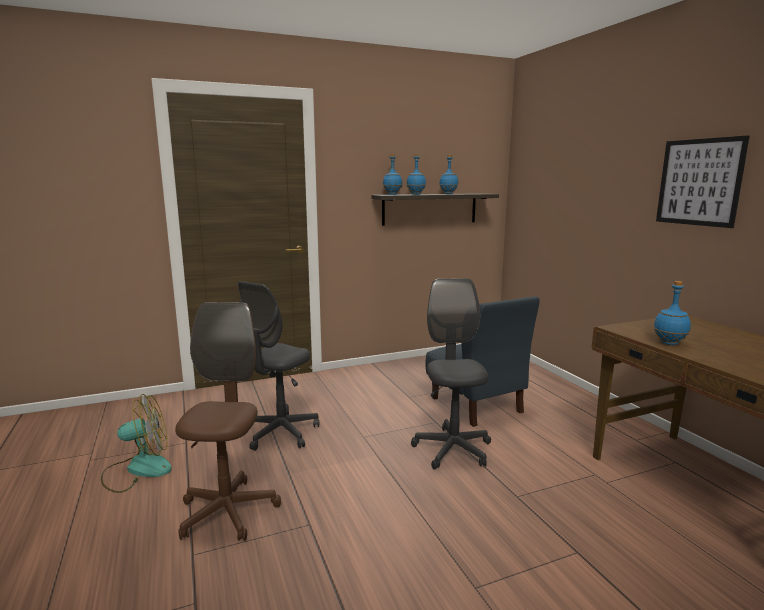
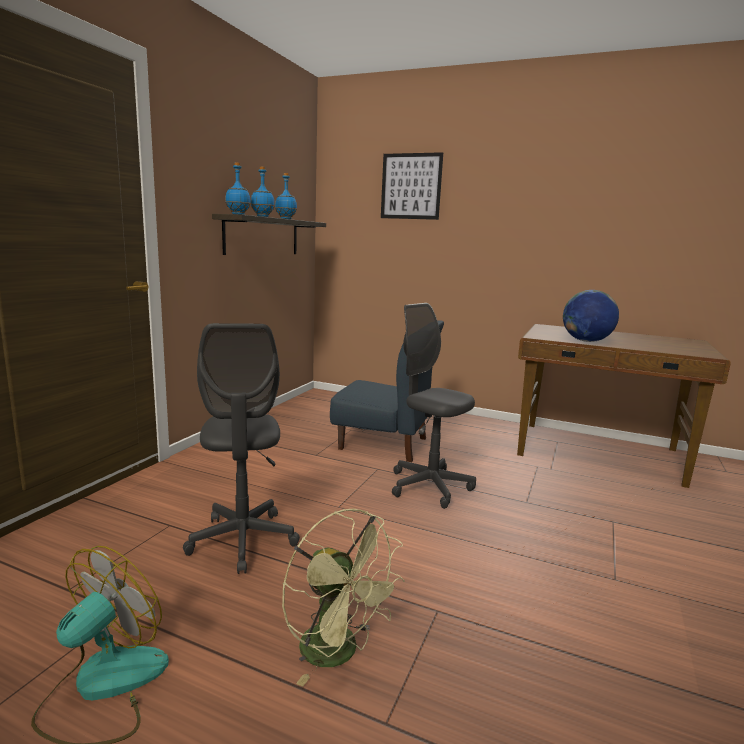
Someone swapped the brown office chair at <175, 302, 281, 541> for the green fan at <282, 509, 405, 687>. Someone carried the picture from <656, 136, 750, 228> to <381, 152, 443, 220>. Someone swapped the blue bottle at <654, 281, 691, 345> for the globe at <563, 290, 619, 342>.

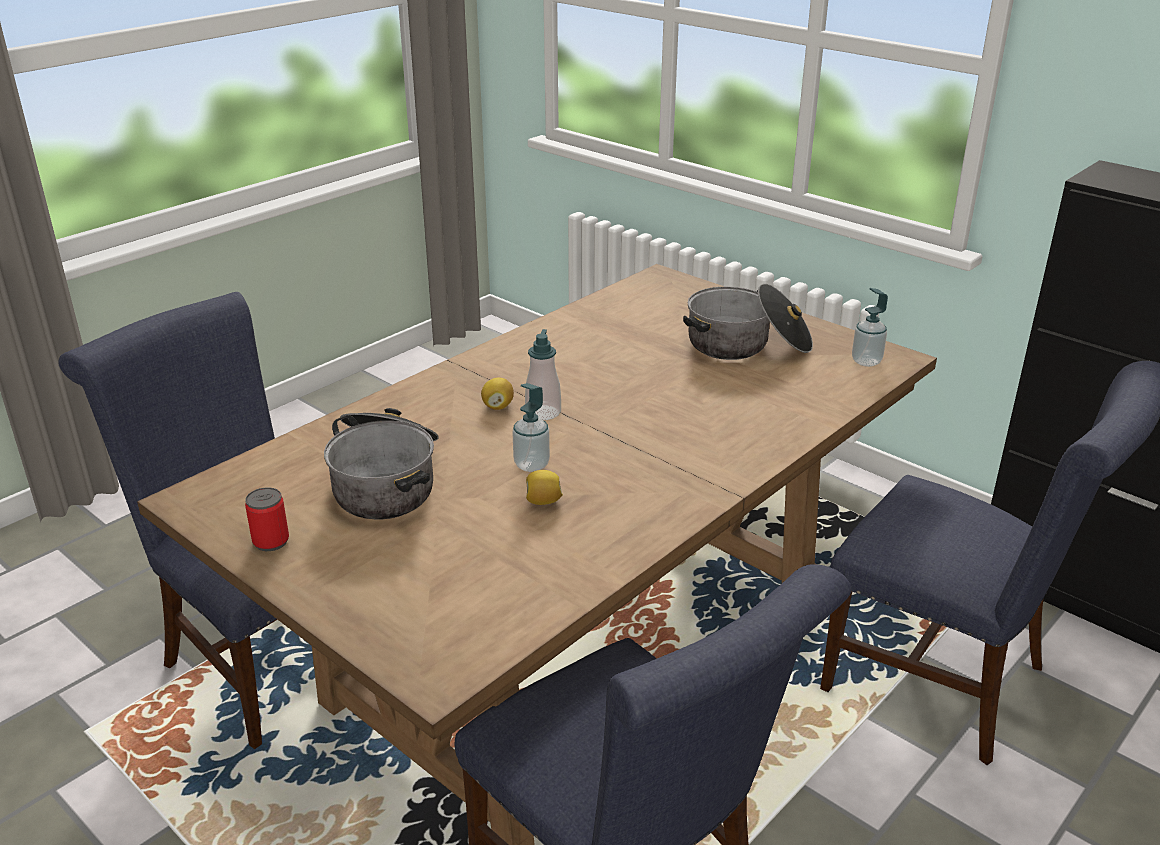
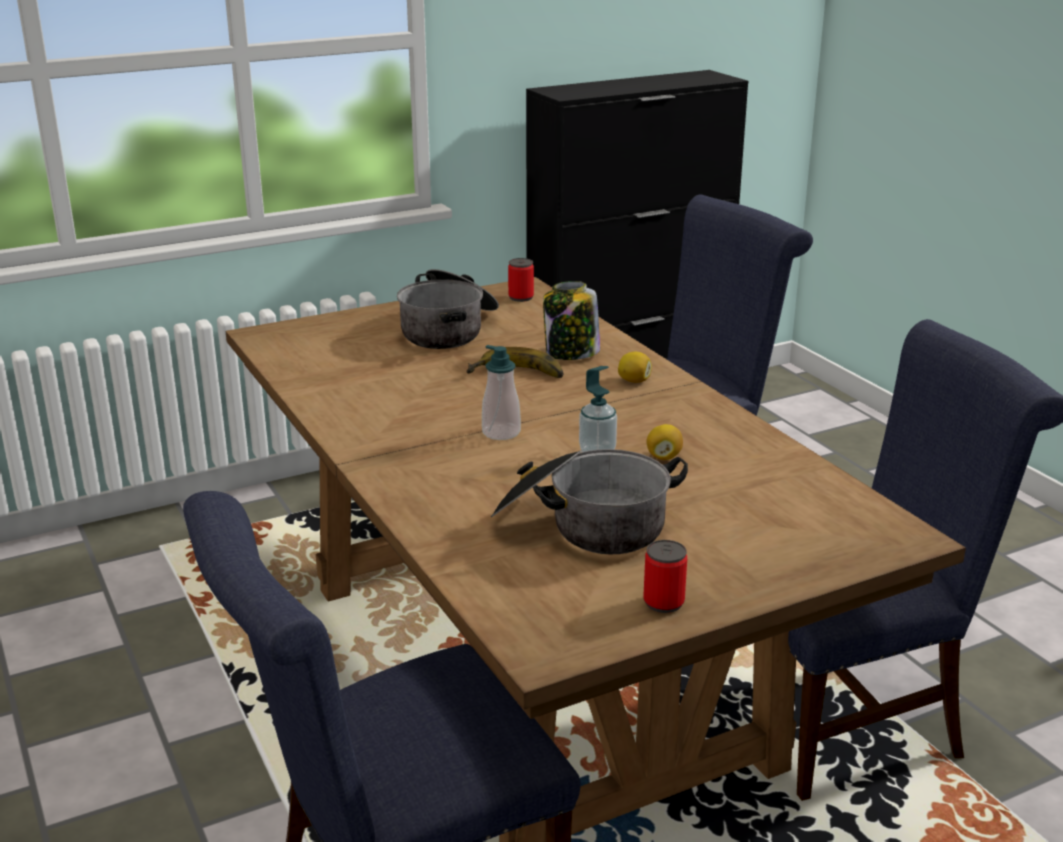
Someone put down the banana at <467, 347, 564, 378>. Someone swapped the soap dispenser at <852, 288, 888, 367> for the can at <508, 258, 534, 302>. Someone put down the jar at <543, 281, 600, 360>. Someone carried the lemon from <481, 377, 514, 410> to <618, 352, 652, 383>.

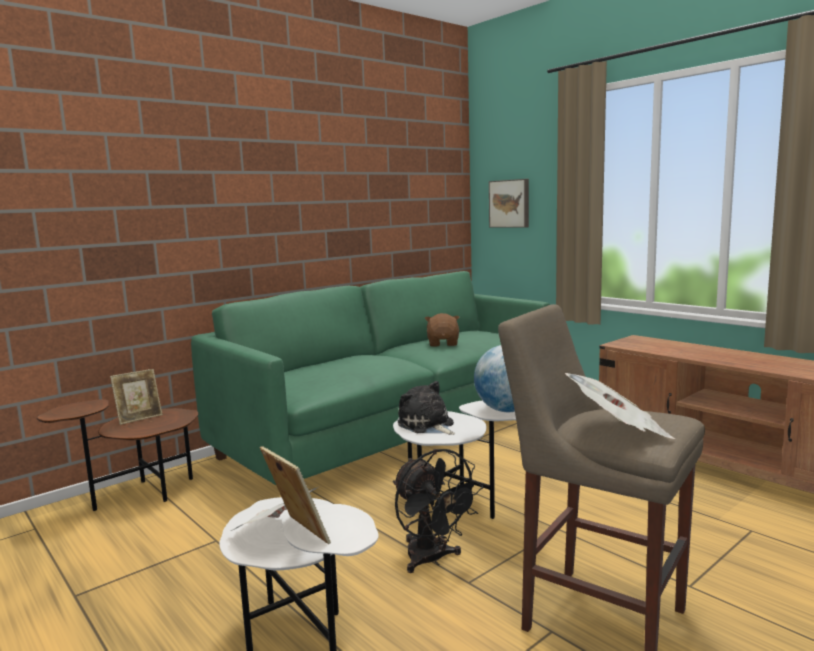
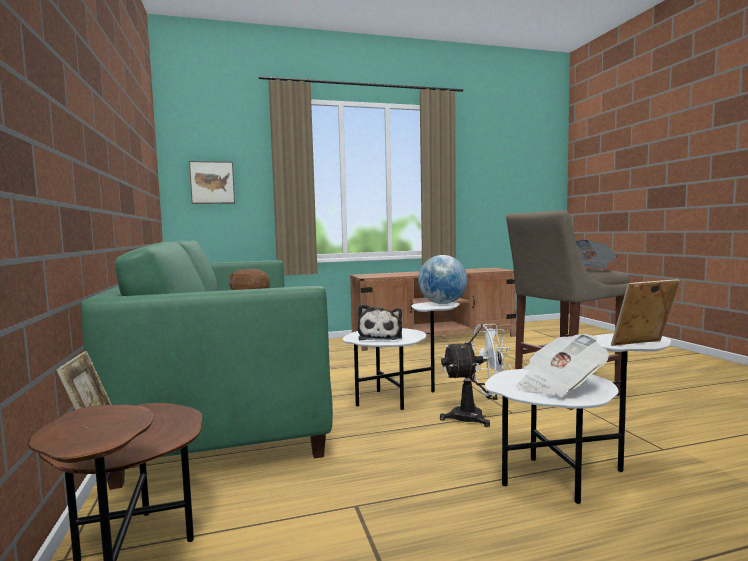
Someone rotated the plush toy at <398, 381, 455, 435> by 75 degrees counterclockwise. Someone repainted the black fan at <393, 449, 483, 573>, which became the white fan at <440, 324, 512, 427>.

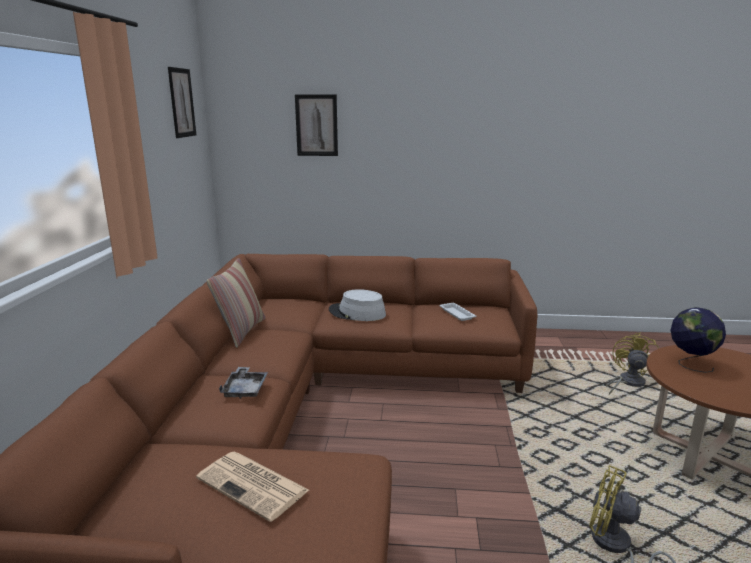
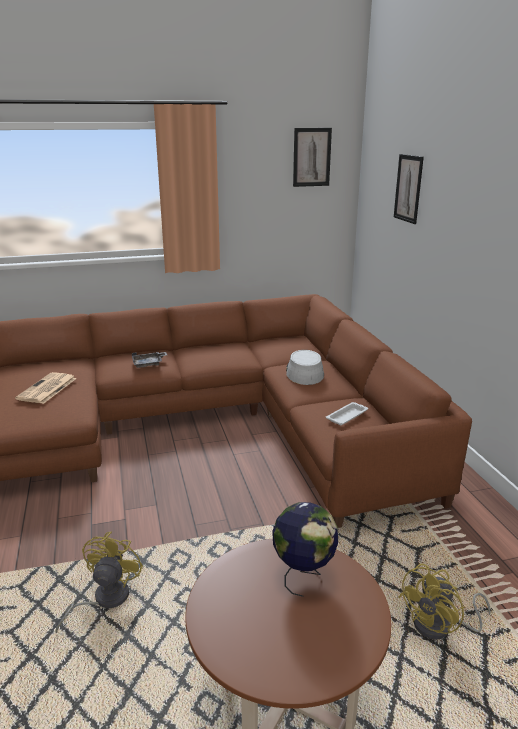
Someone rotated the yellow fan at <606, 332, 659, 395> by 135 degrees clockwise. Someone took away the pillow at <206, 258, 265, 348>.

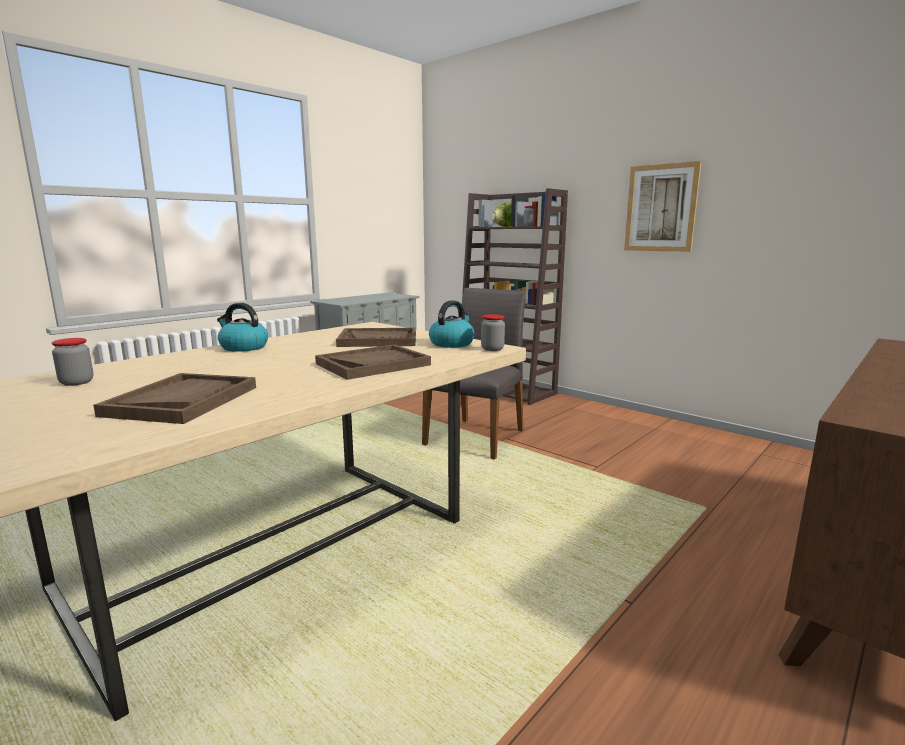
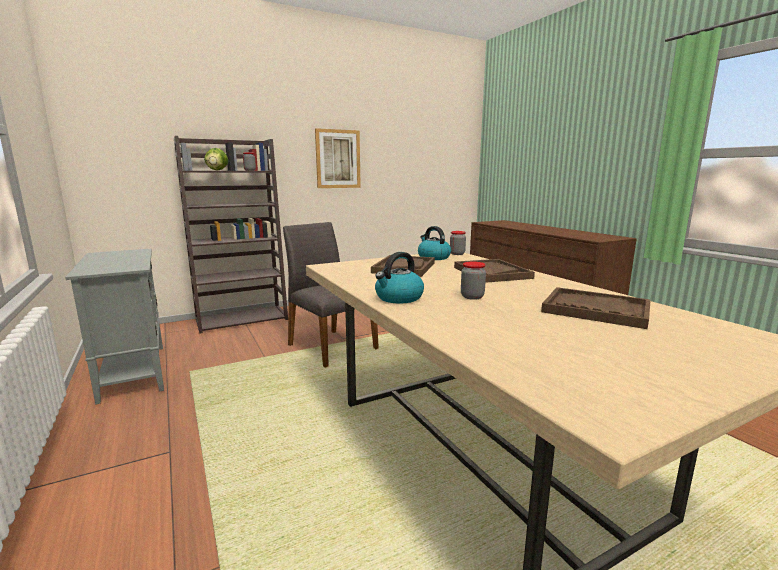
Someone carried the jar from <52, 338, 93, 386> to <461, 262, 486, 300>.

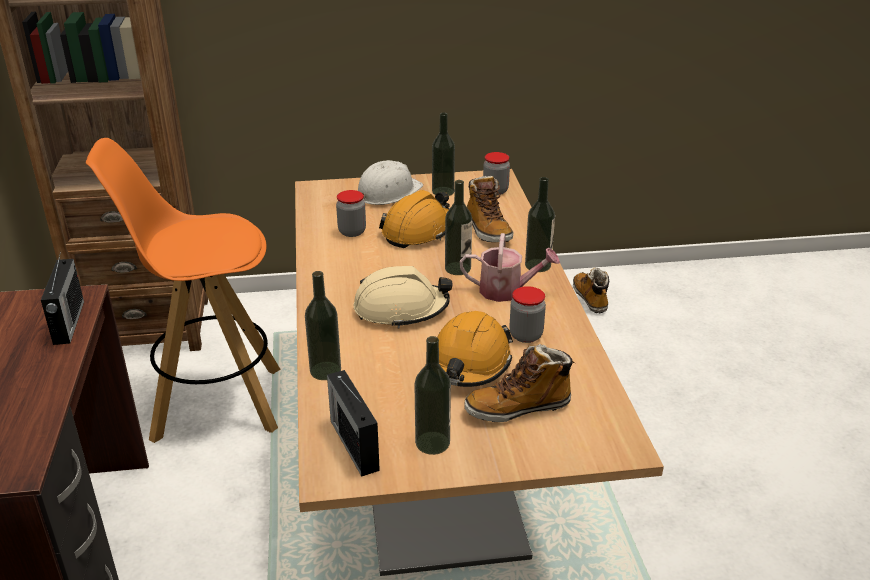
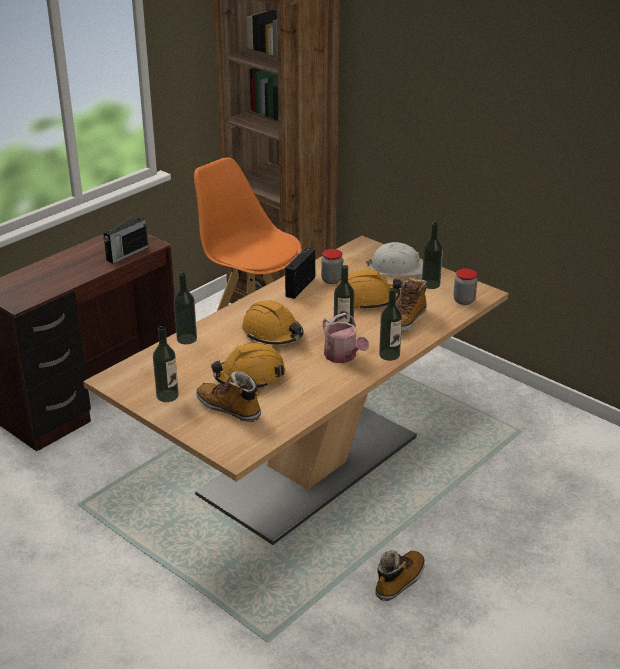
Someone repainted the beige hard hat at <354, 266, 452, 328>, which became the orange hard hat at <242, 301, 304, 345>. Someone carried the radio from <327, 370, 380, 477> to <285, 247, 315, 299>. Someone carried the boot from <573, 268, 609, 313> to <375, 550, 425, 601>. Someone took away the jar at <510, 286, 546, 343>.

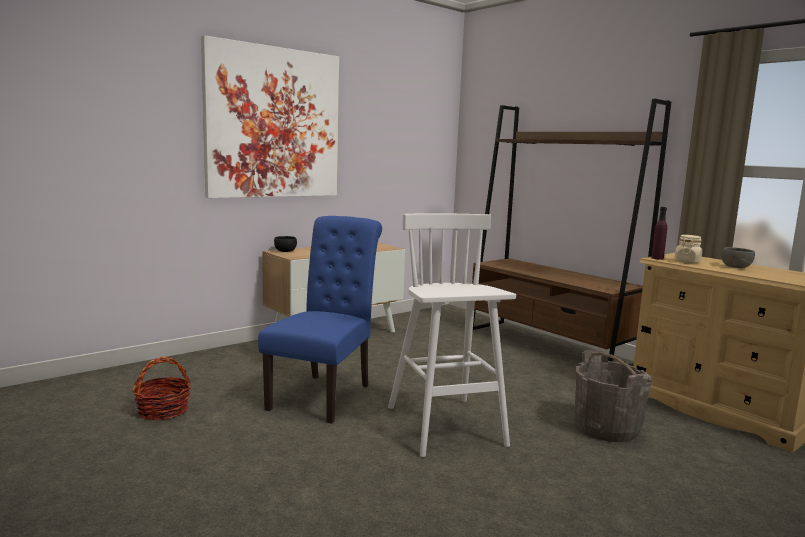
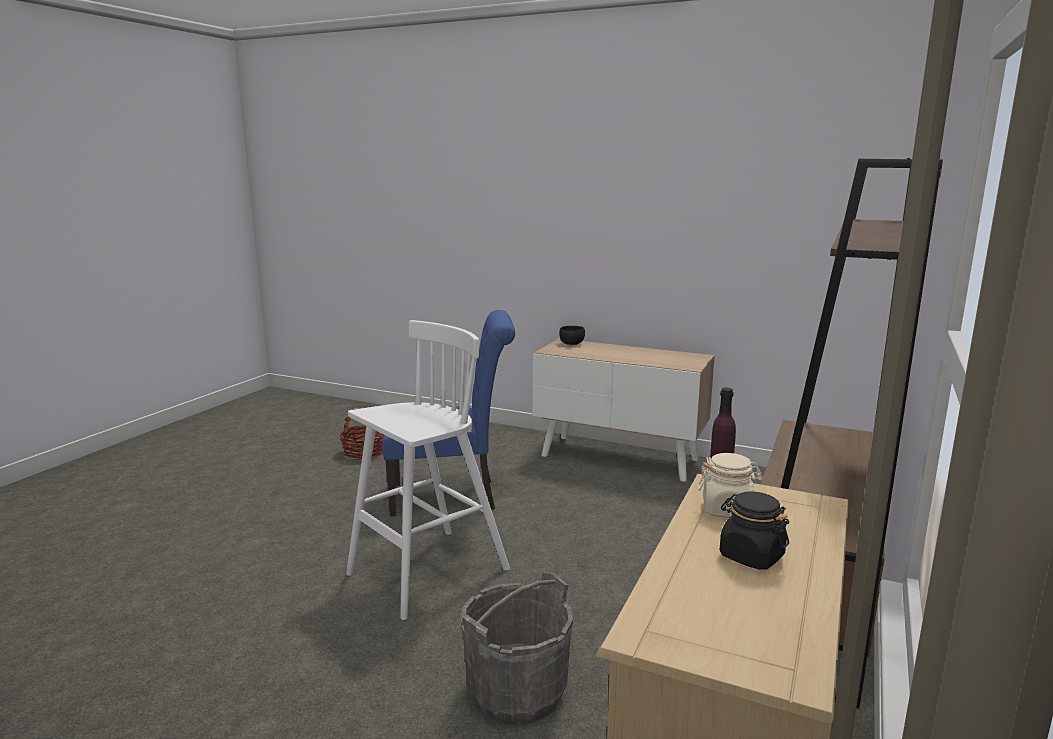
Someone swapped the grey bowl at <721, 247, 755, 268> for the black jar at <720, 492, 789, 570>. Someone took away the picture at <201, 35, 339, 198>.

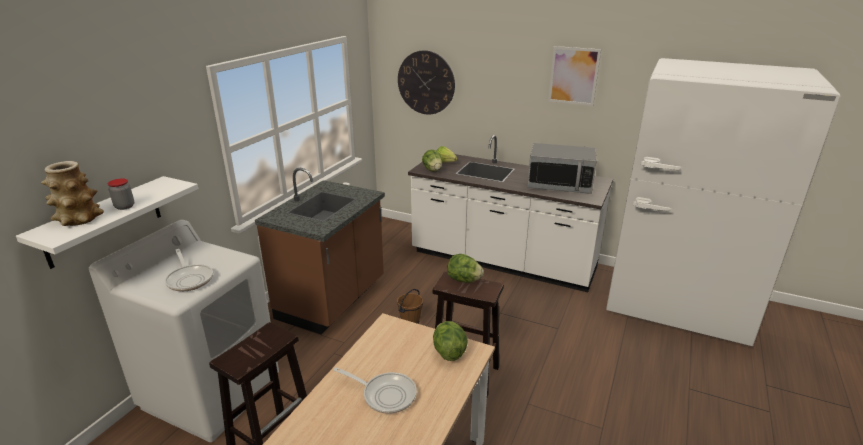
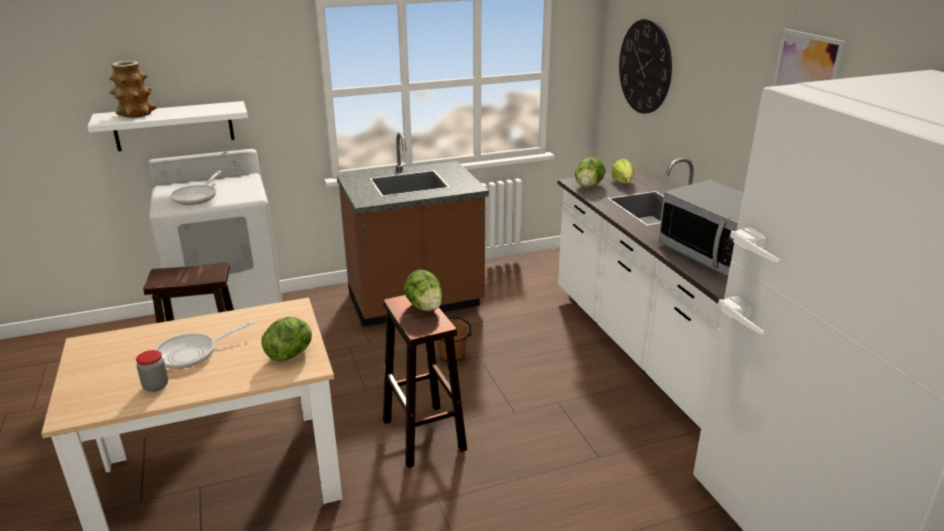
Someone carried the jar from <108, 179, 134, 210> to <136, 350, 168, 392>. Someone rotated the frying pan at <333, 367, 417, 414> by 75 degrees clockwise.

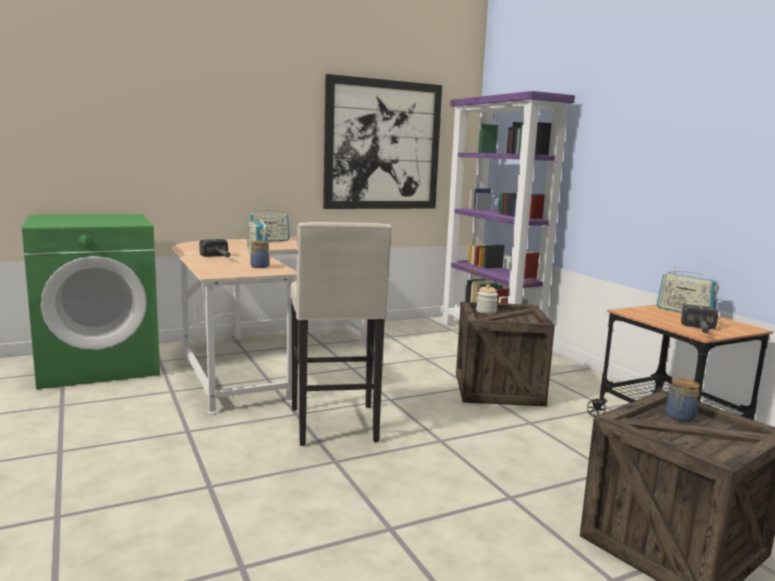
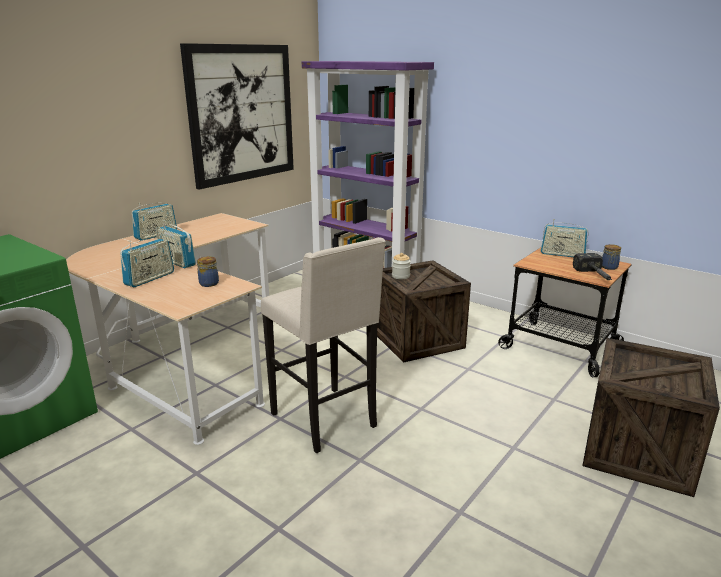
Someone swapped the hammer at <199, 239, 231, 257> for the radio at <120, 238, 174, 287>. Someone carried the jar from <666, 378, 700, 422> to <602, 244, 621, 270>.

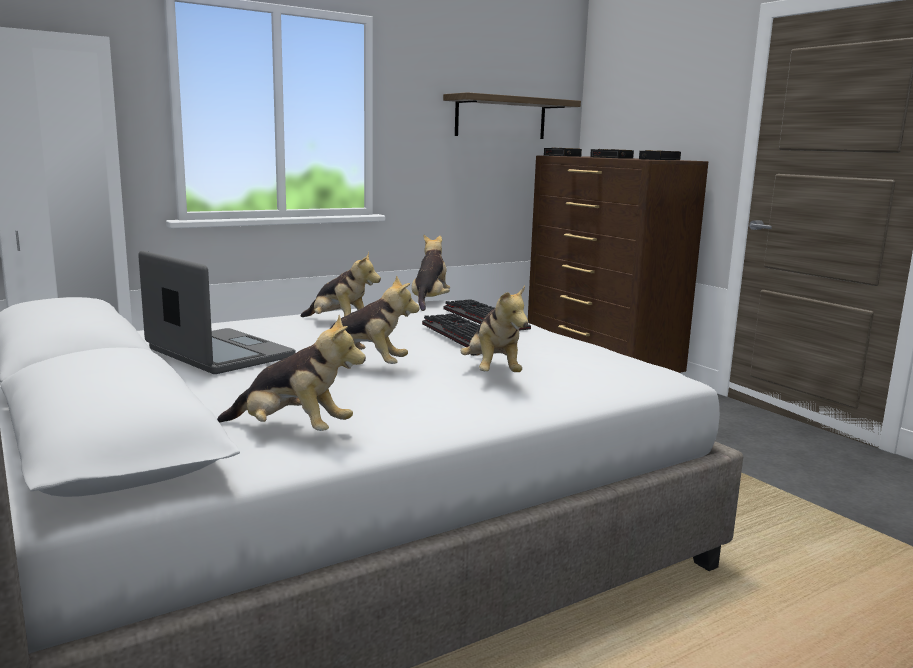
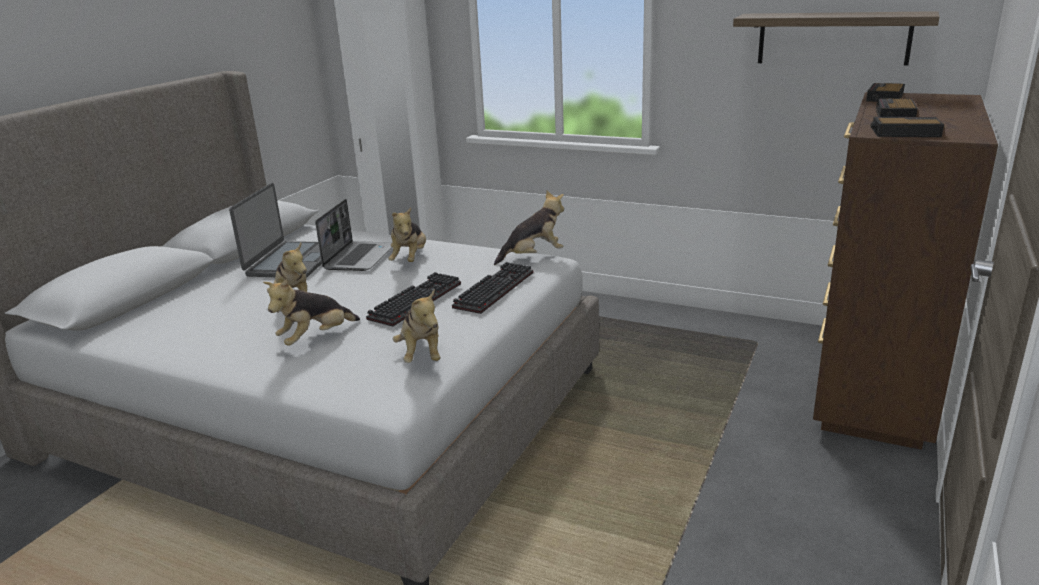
Someone put down the laptop at <315, 199, 392, 271>. Someone carried the plush toy from <217, 315, 366, 431> to <393, 290, 441, 363>.

